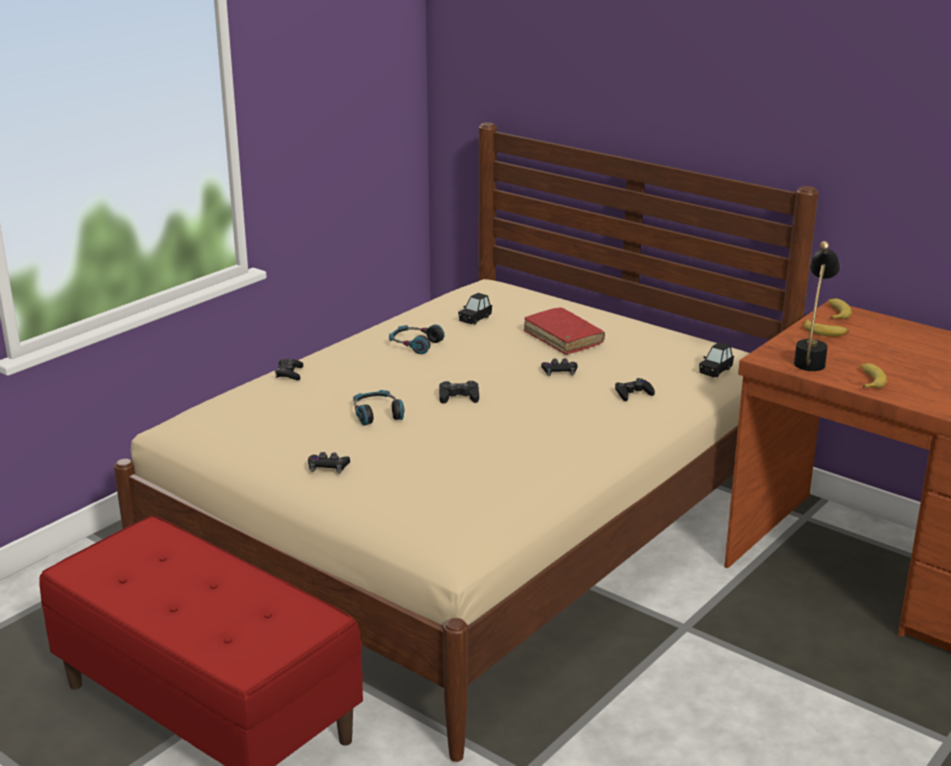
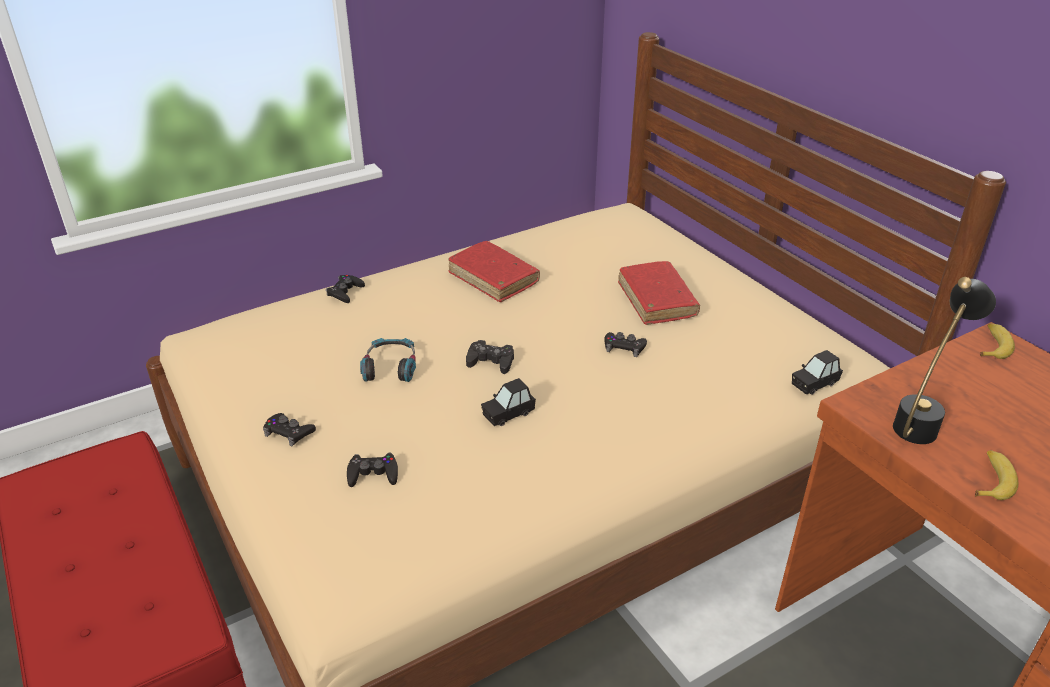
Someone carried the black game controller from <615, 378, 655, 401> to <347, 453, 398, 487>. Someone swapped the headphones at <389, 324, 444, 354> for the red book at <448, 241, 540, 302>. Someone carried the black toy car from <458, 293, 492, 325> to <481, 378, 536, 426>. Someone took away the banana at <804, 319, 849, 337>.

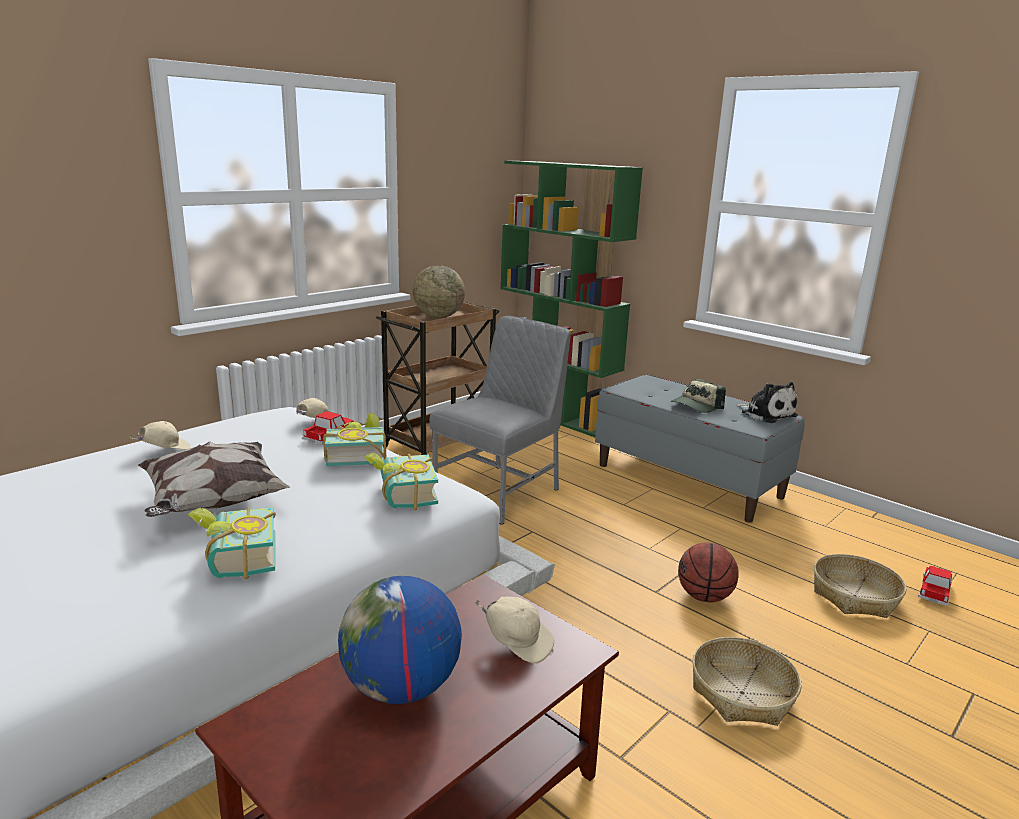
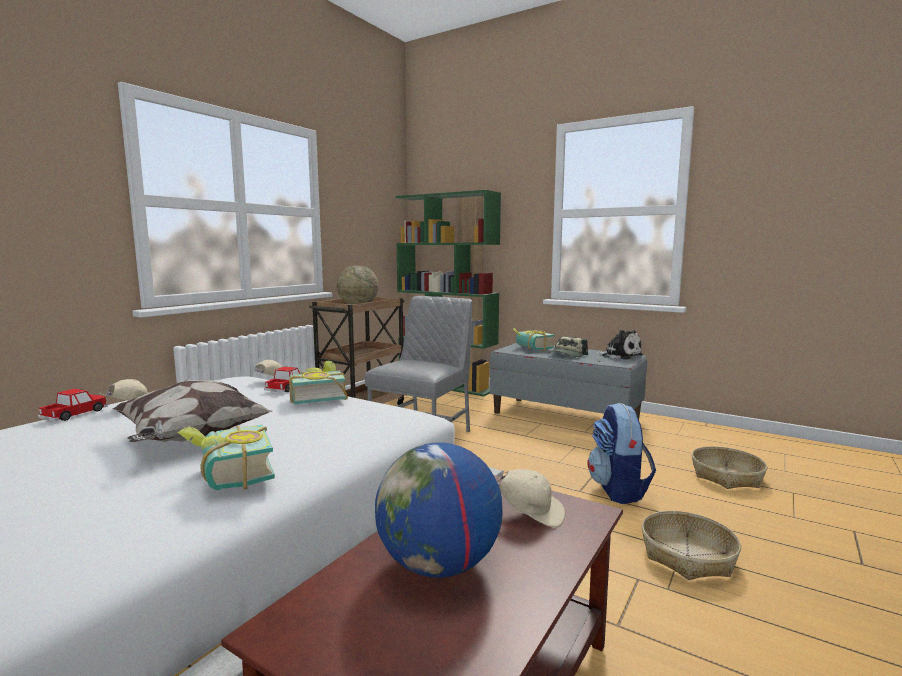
Someone carried the toy car from <918, 566, 952, 606> to <38, 389, 108, 421>. Someone carried the book from <364, 452, 438, 510> to <513, 328, 554, 351>. Someone swapped the basketball at <678, 543, 739, 603> for the backpack at <587, 403, 656, 504>.

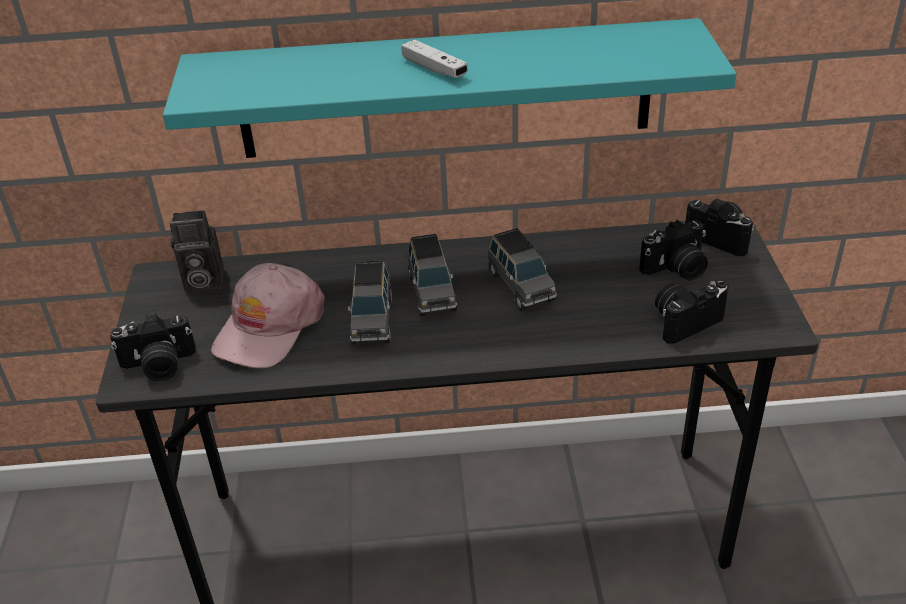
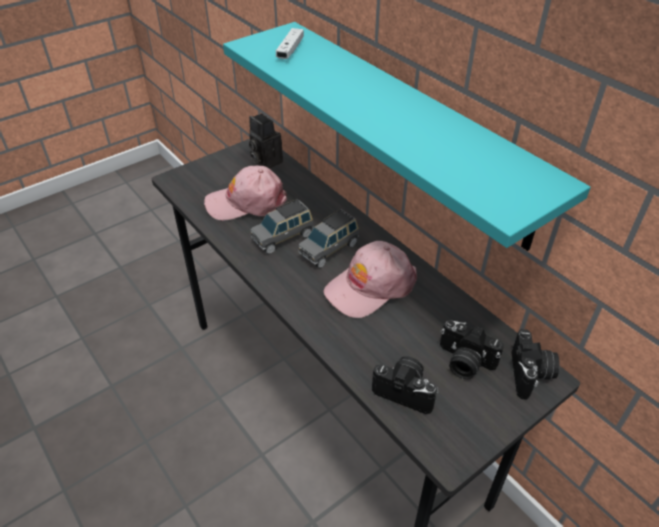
Someone carried the white game controller from <401, 39, 468, 78> to <276, 28, 304, 59>. Someone swapped the grey toy car at <488, 228, 557, 311> for the pink cap at <323, 241, 417, 318>. Someone took away the photo camera at <110, 313, 196, 381>.

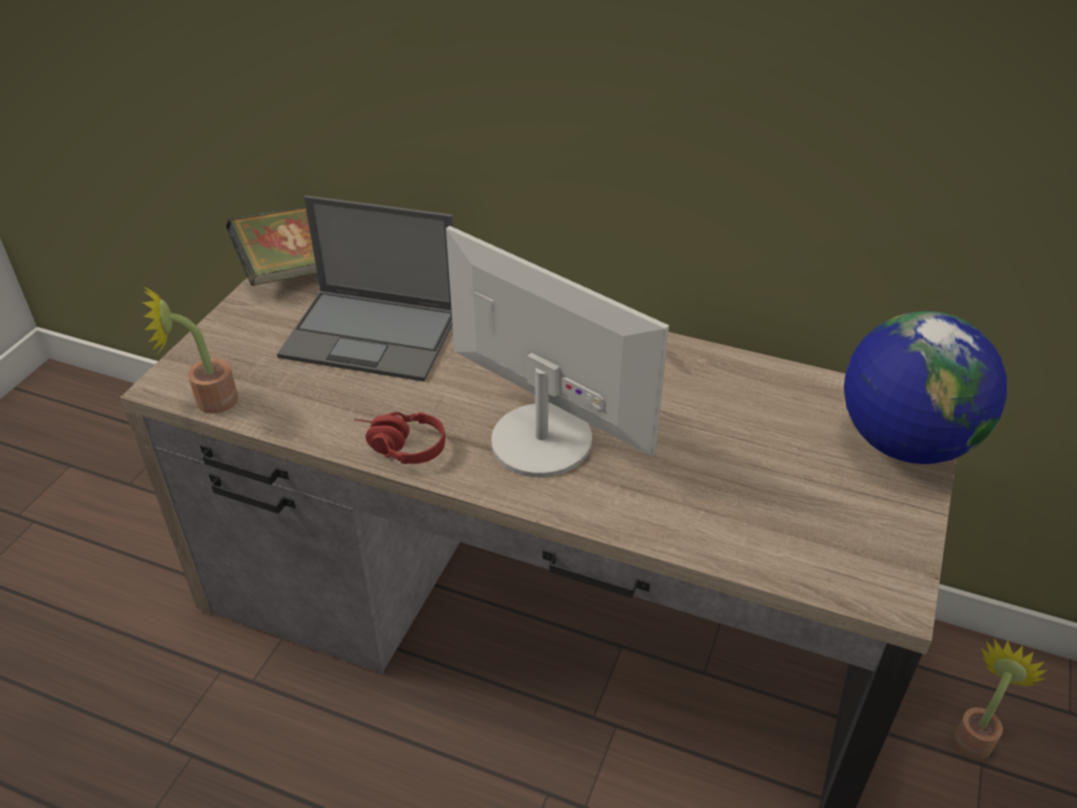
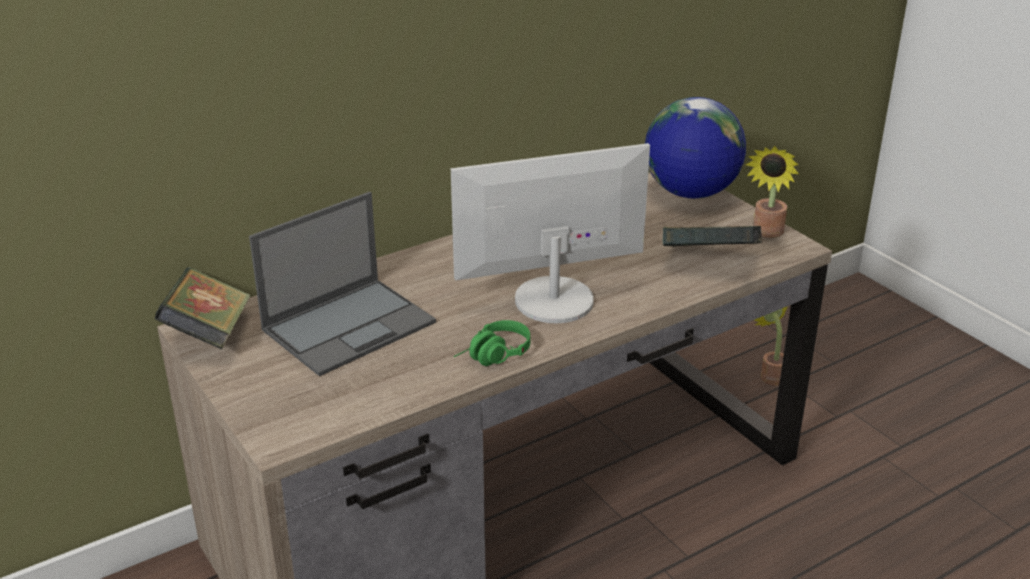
Someone repainted the red headphones at <354, 412, 445, 464>, which became the green headphones at <454, 320, 530, 366>. Someone put down the book at <663, 226, 762, 247>. Someone carried the potted plant from <142, 287, 238, 413> to <746, 146, 799, 238>.

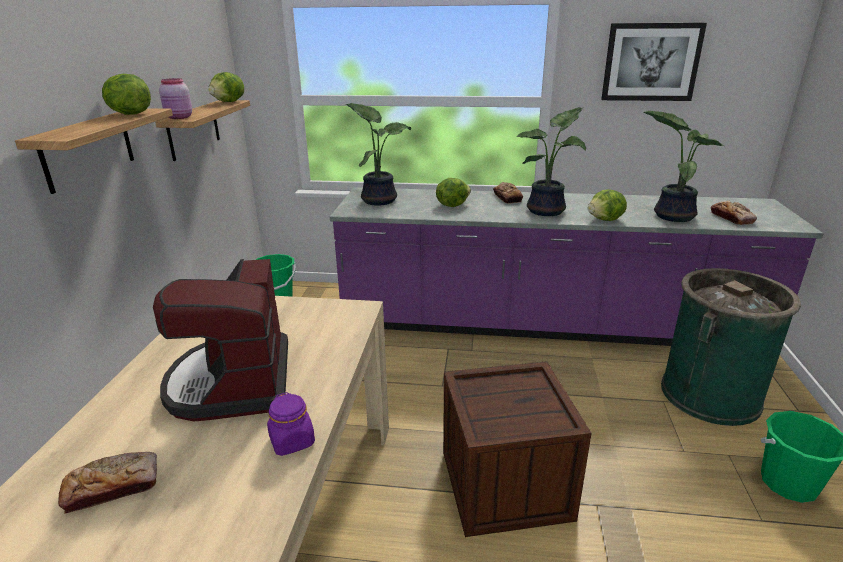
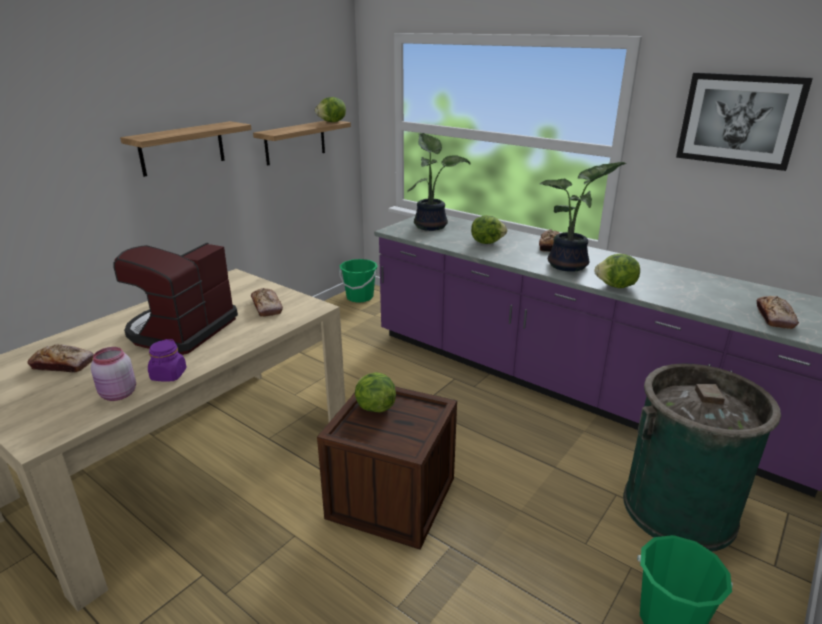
Someone carried the pink jar from <159, 78, 192, 119> to <91, 347, 136, 401>. Someone put down the bread at <251, 288, 283, 317>. Someone carried the lettuce from <102, 74, 151, 115> to <355, 372, 396, 413>. Someone took away the potted plant at <644, 111, 724, 222>.

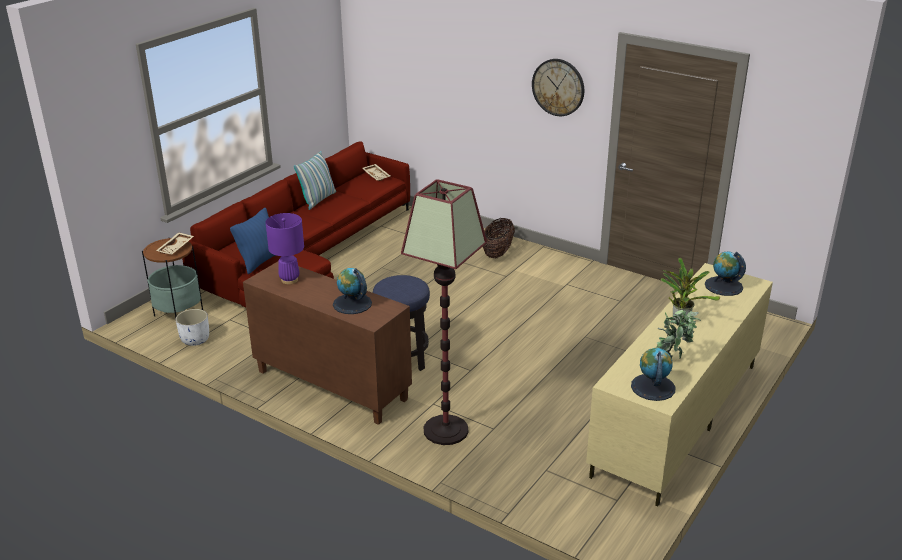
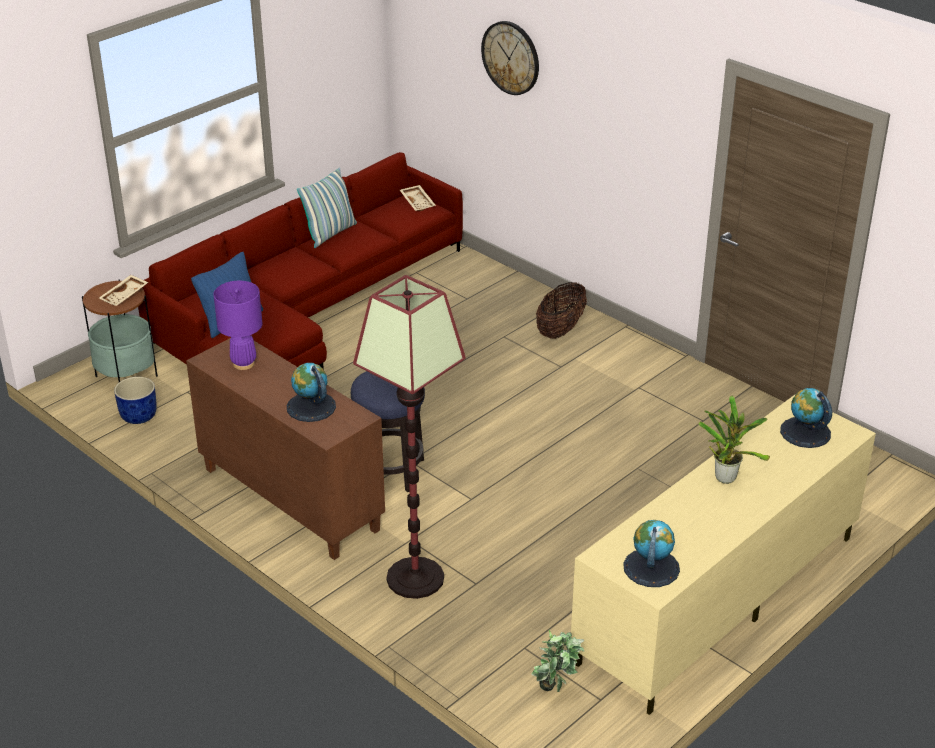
Someone repainted the white planter at <176, 309, 209, 346>, which became the blue planter at <114, 377, 156, 424>. Someone carried the wall clock from <532, 59, 584, 116> to <481, 21, 539, 95>. Someone carried the potted plant from <656, 310, 701, 359> to <531, 630, 584, 693>.

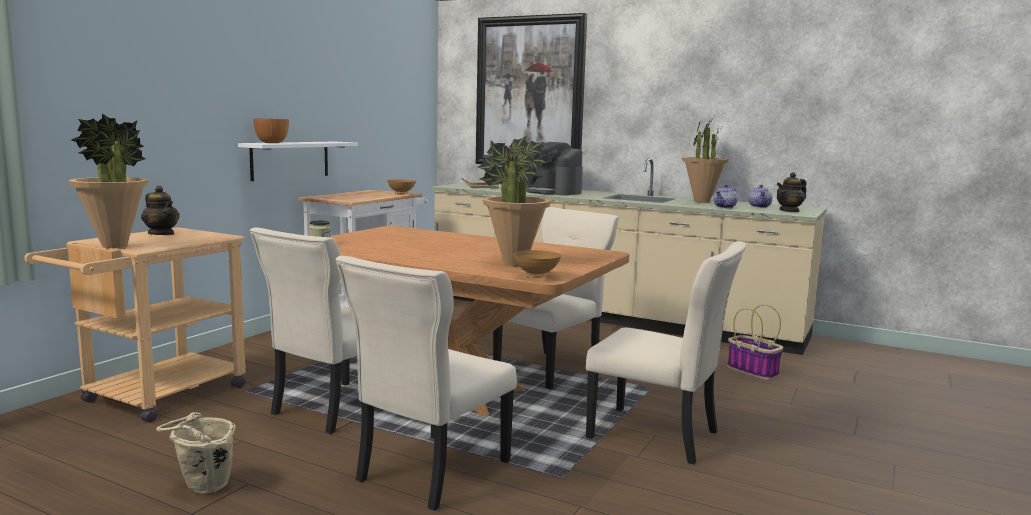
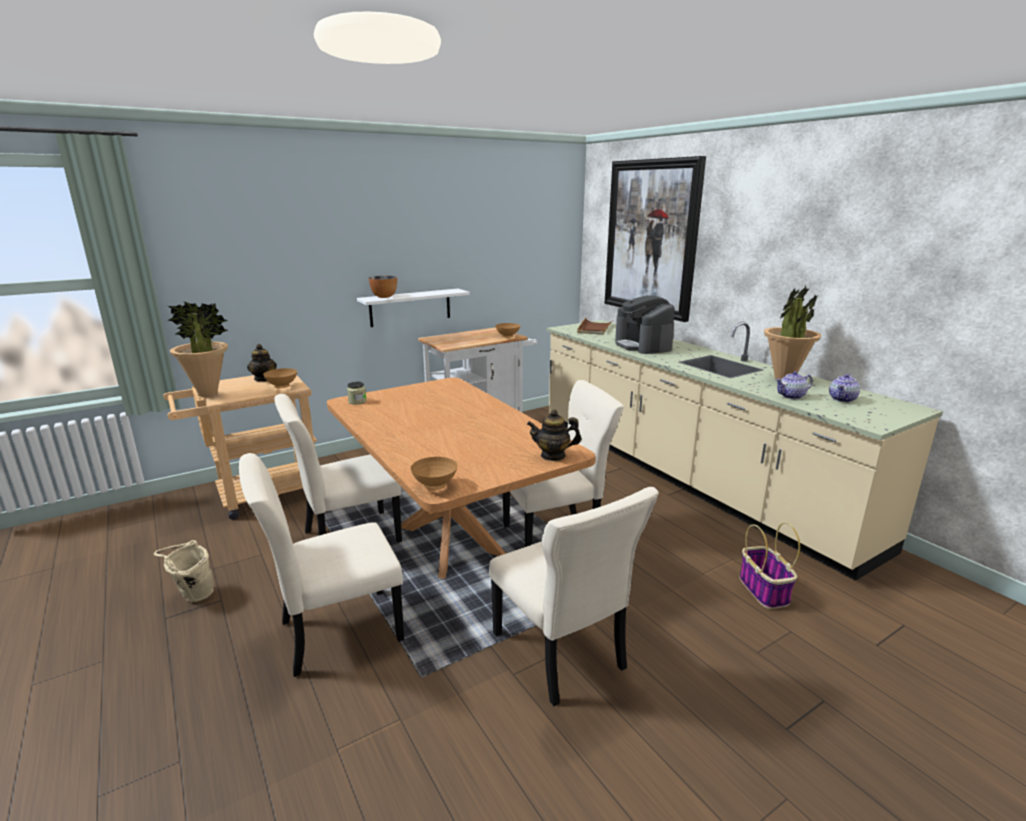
Someone put down the brown bowl at <263, 368, 297, 388>. Someone carried the teapot from <777, 172, 807, 212> to <527, 409, 581, 461>. Someone took away the potted plant at <478, 135, 551, 266>.

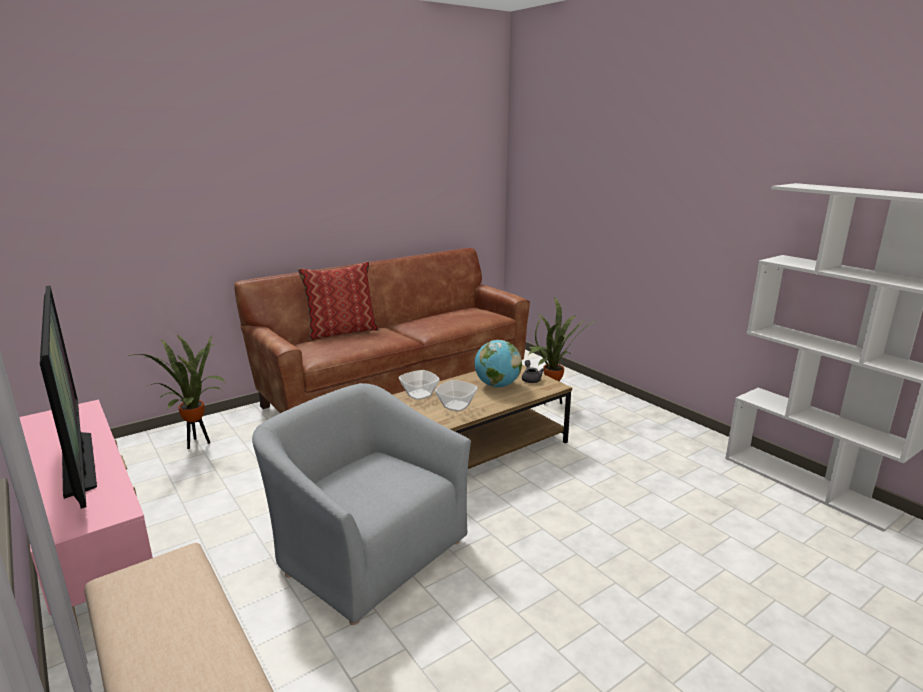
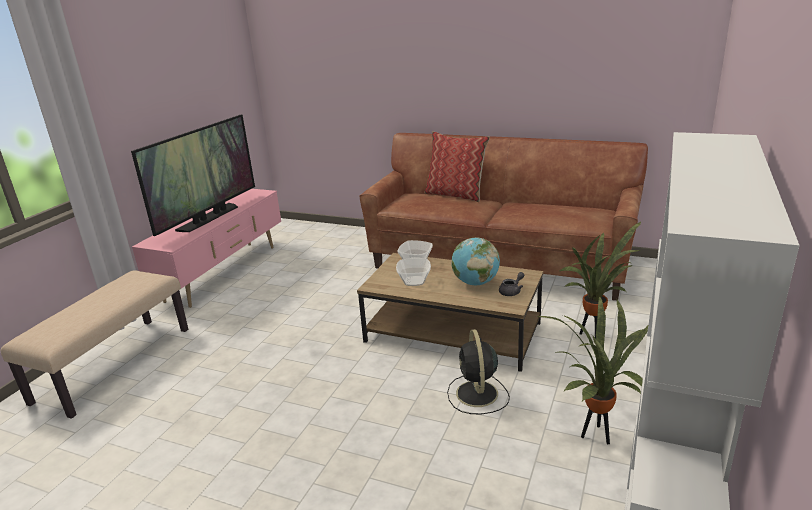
Someone put down the black fan at <447, 329, 510, 414>. Someone carried the potted plant from <133, 334, 227, 449> to <536, 296, 648, 444>. Someone took away the grey armchair at <252, 383, 471, 625>.

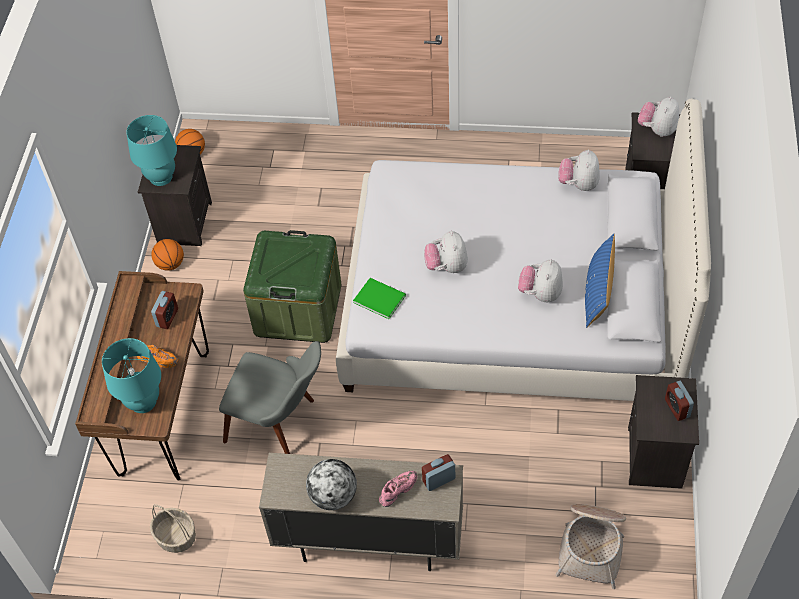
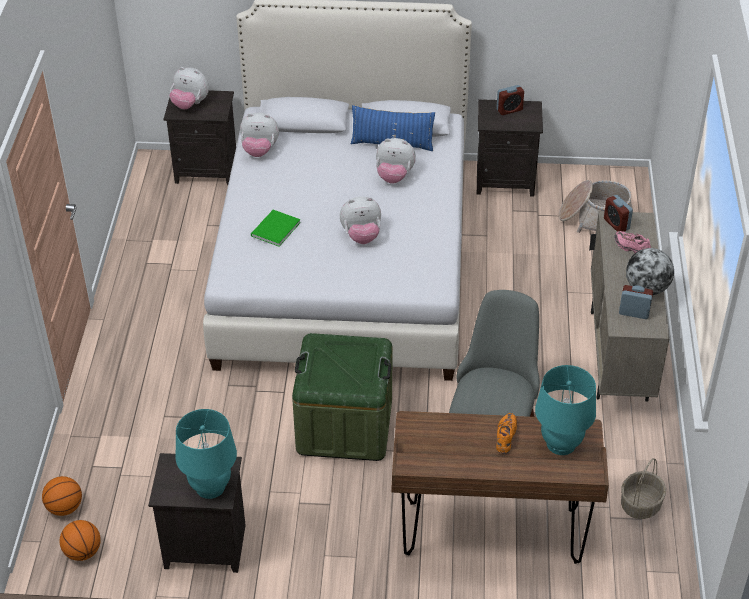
Someone carried the basketball from <152, 239, 184, 271> to <42, 476, 82, 516>. Someone carried the green book from <353, 278, 406, 319> to <251, 210, 301, 247>. Someone carried the alarm clock from <151, 291, 178, 329> to <619, 285, 653, 319>.

